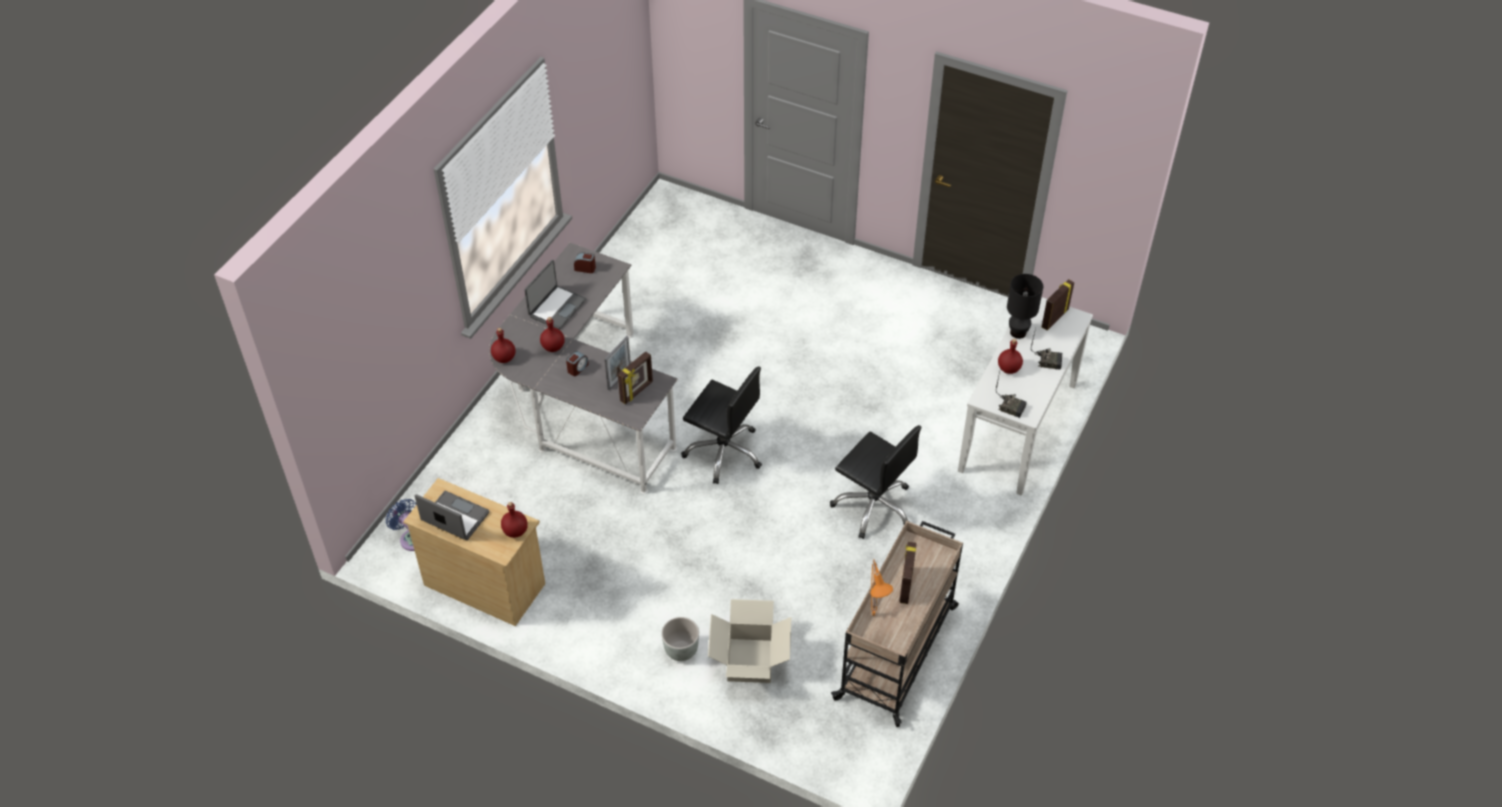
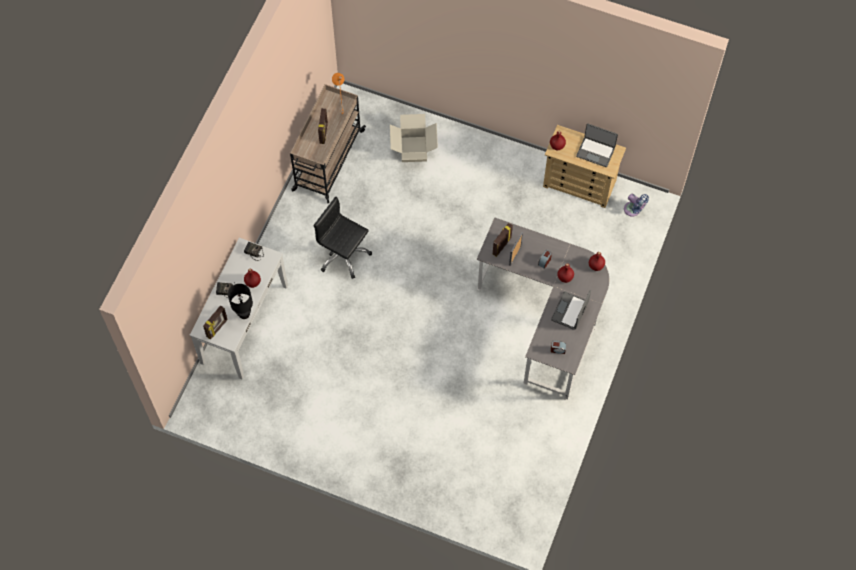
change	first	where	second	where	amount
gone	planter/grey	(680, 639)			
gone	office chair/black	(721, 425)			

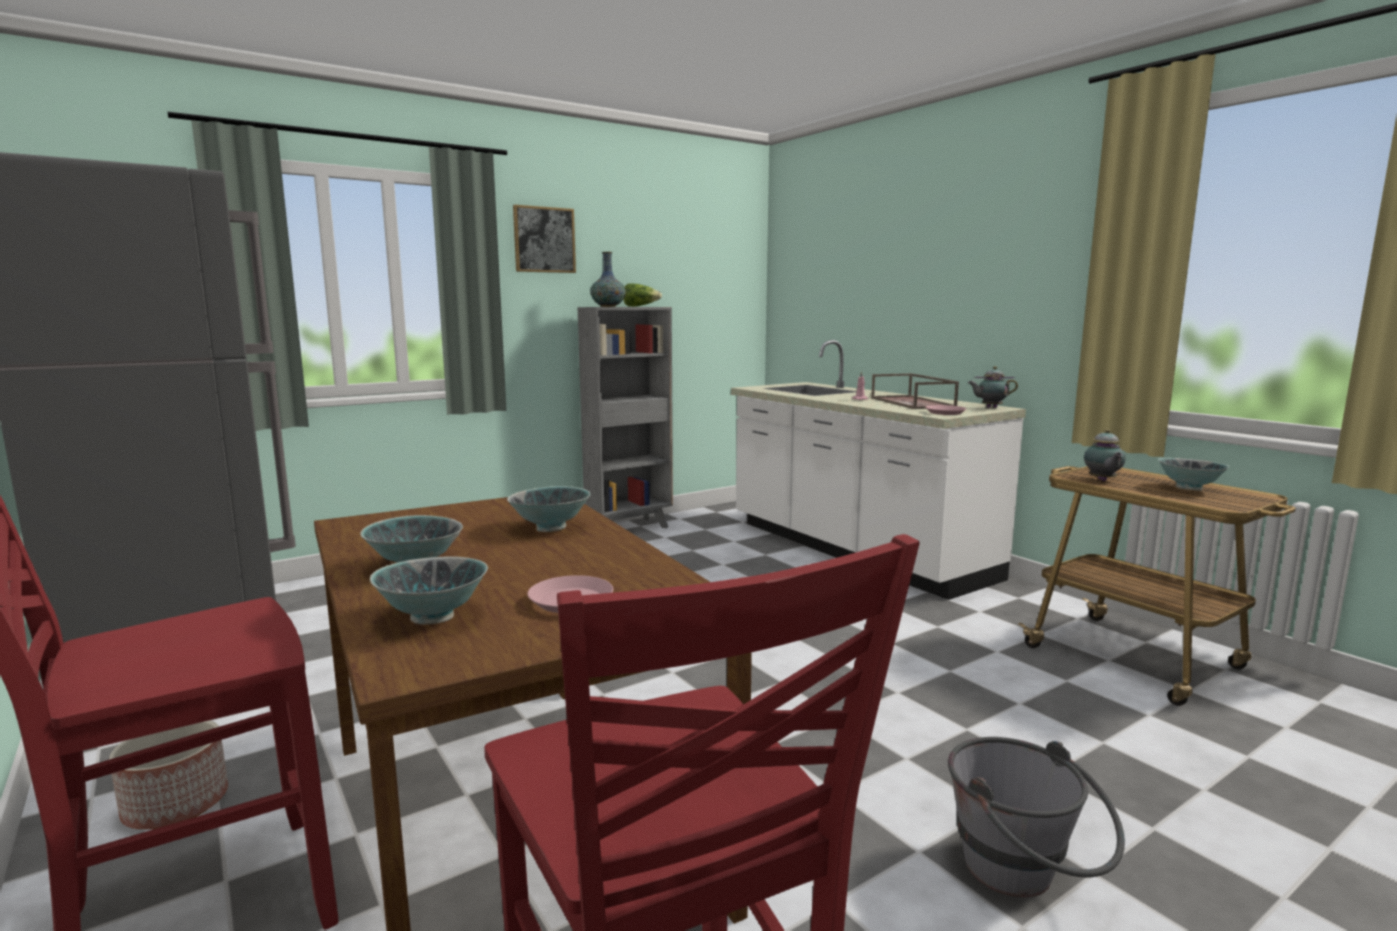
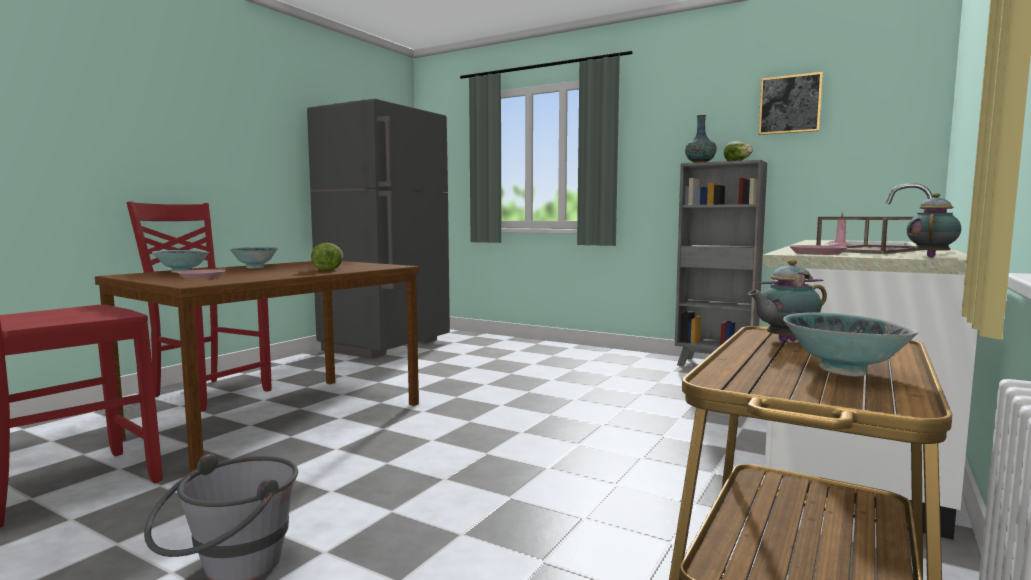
change	first	where	second	where	amount
swapped	bowl	(549, 509)	lettuce	(327, 257)	
shifted	picture	(544, 239)		(791, 103)	
rotated	teapot	(993, 387)		(934, 225)	60 degrees clockwise
gone	planter	(168, 774)			

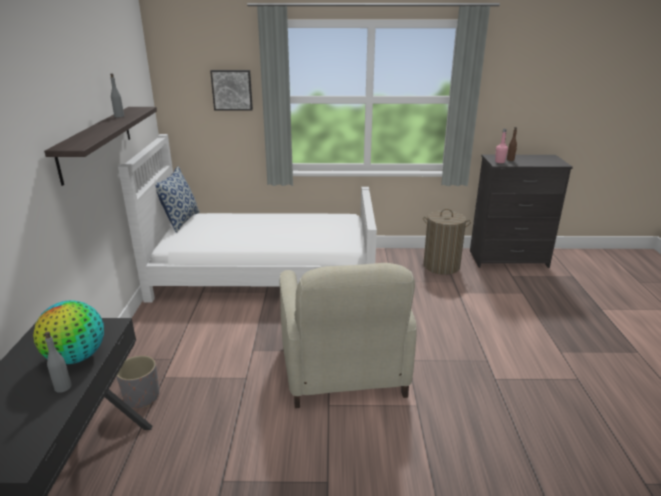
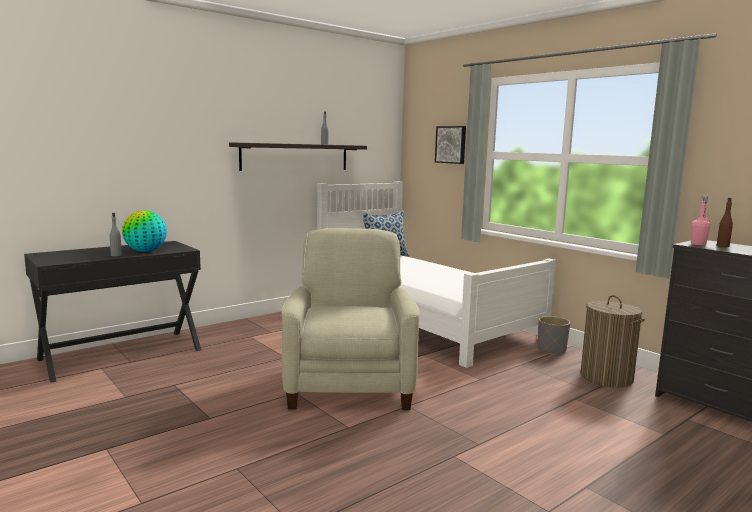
change	first	where	second	where	amount
rotated	armchair/beige	(348, 335)		(350, 319)	135 degrees clockwise
shifted	planter/grey	(137, 381)		(554, 335)	

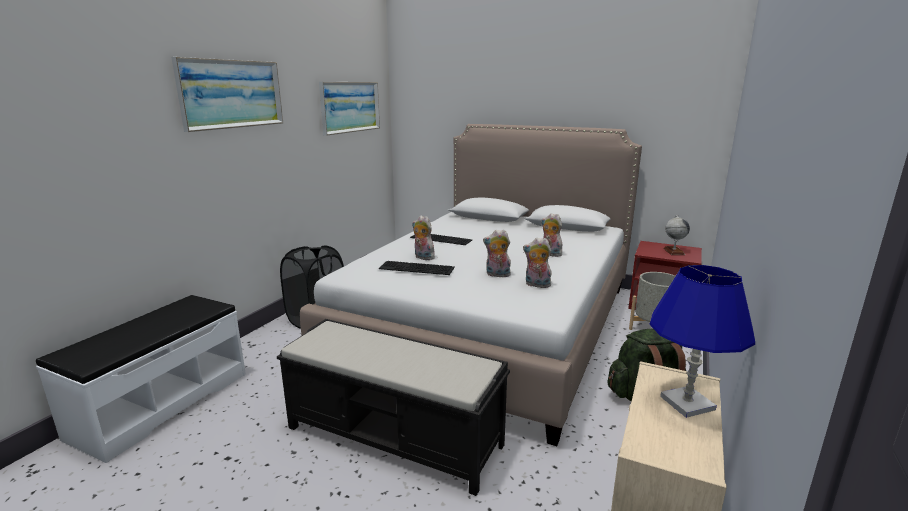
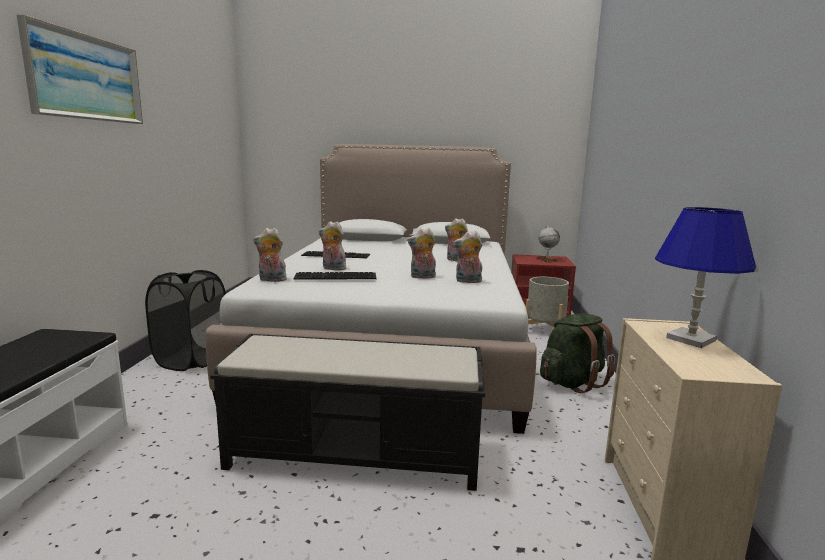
change	first	where	second	where	amount
new			plush toy	(270, 255)	
gone	picture	(349, 109)			

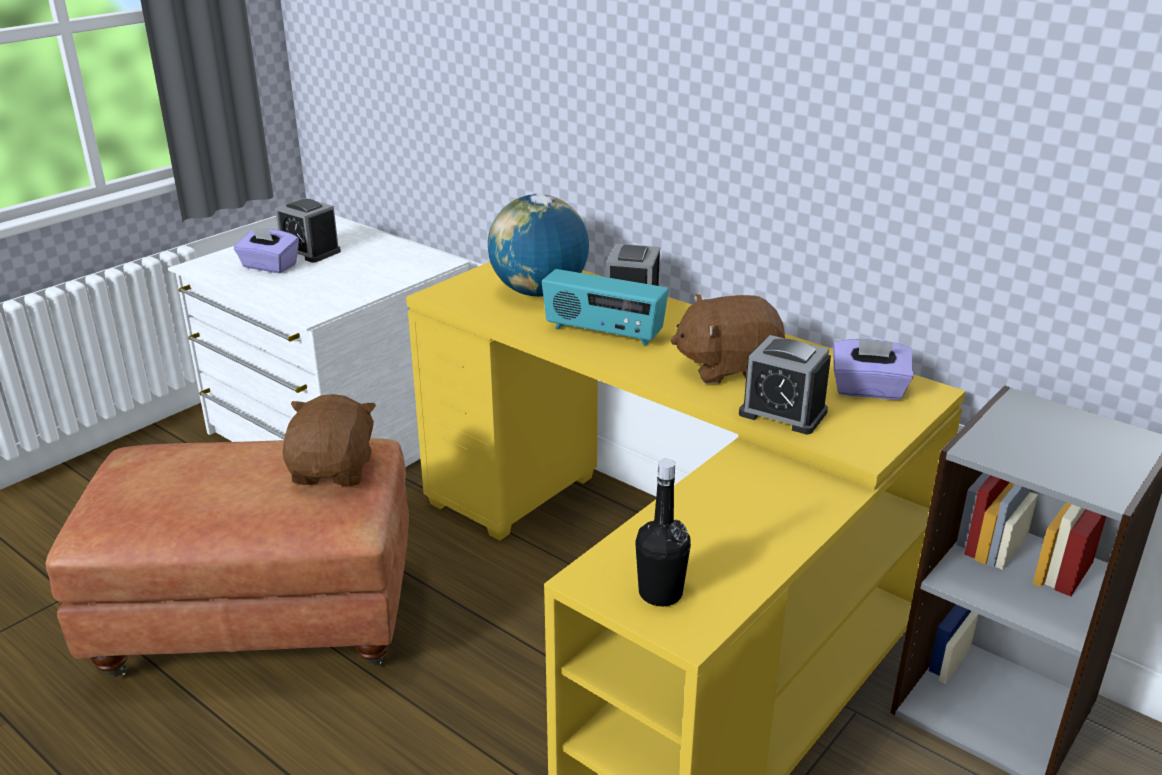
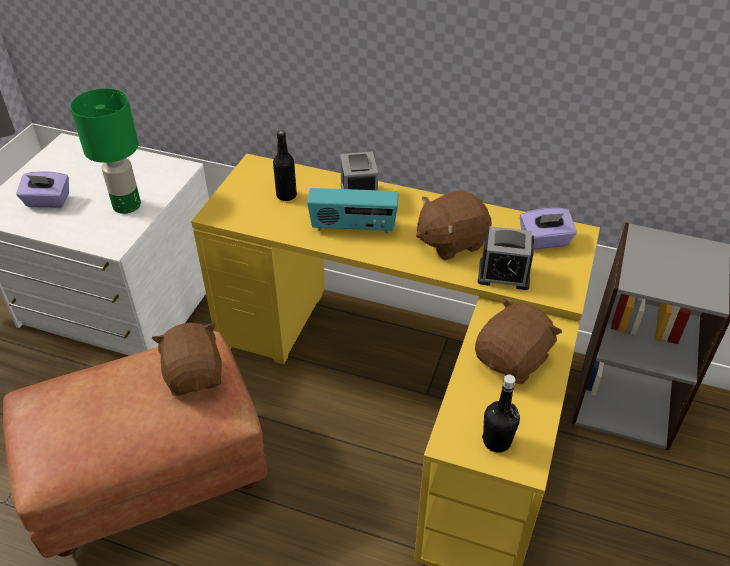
change	first	where	second	where	amount
new			table lamp/green	(105, 151)	
swapped	globe	(538, 245)	bottle/black	(285, 165)	
new			plush toy/brown	(518, 340)	
gone	alarm clock	(308, 230)			

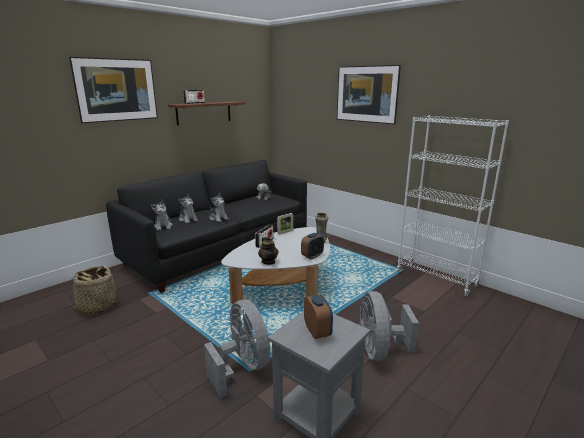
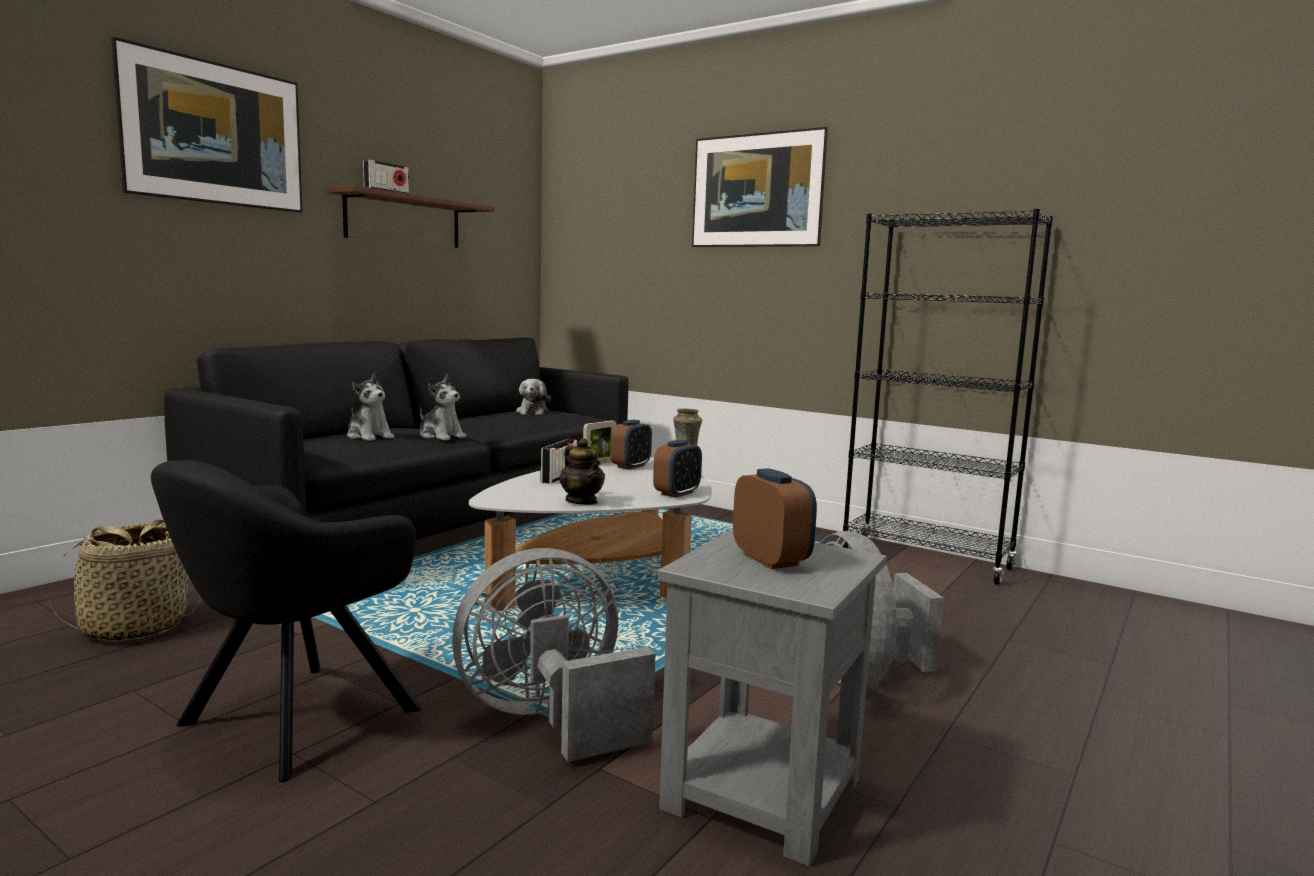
change	first	where	second	where	amount
new			armchair/black	(286, 621)	
rotated	fan/grey	(237, 349)		(553, 655)	75 degrees counterclockwise
new			alarm clock	(631, 445)	
repainted	bookcase/white	(453, 206)	bookcase/black	(948, 397)	
gone	plush toy	(162, 215)			

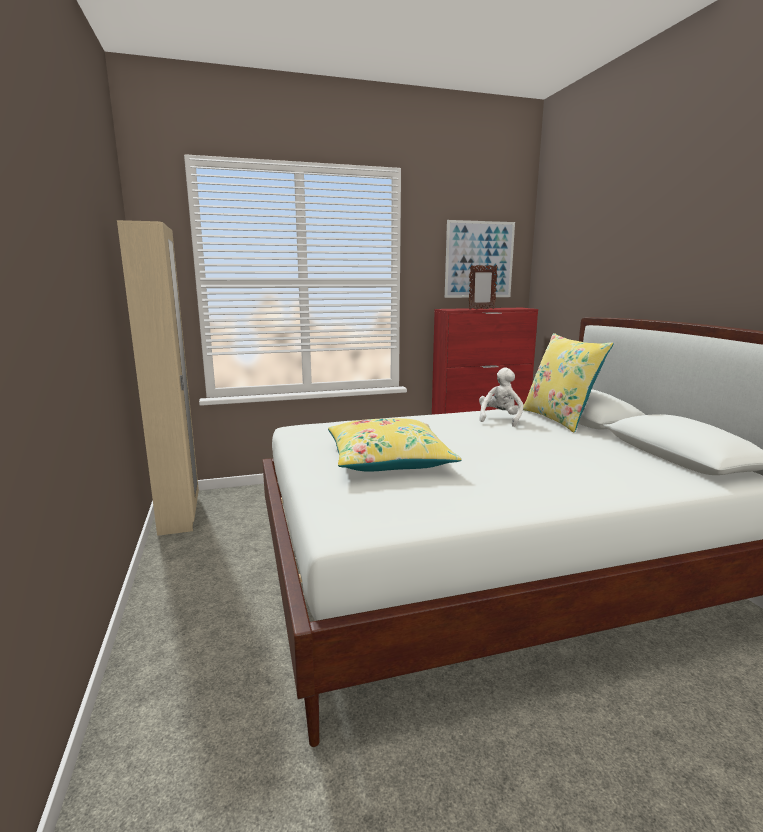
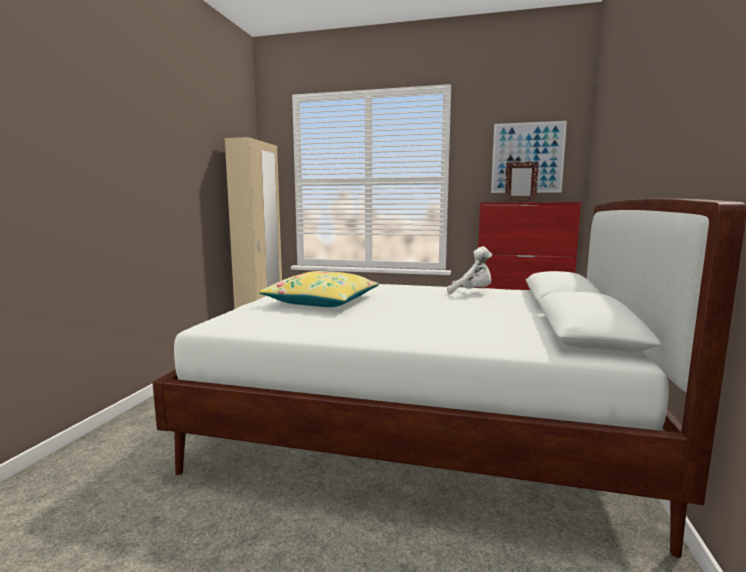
change	first	where	second	where	amount
rotated	plush toy/white	(501, 397)		(469, 270)	60 degrees clockwise
gone	pillow/yellow	(568, 383)			

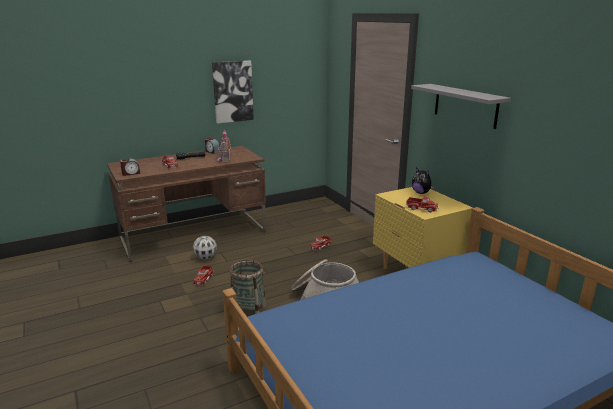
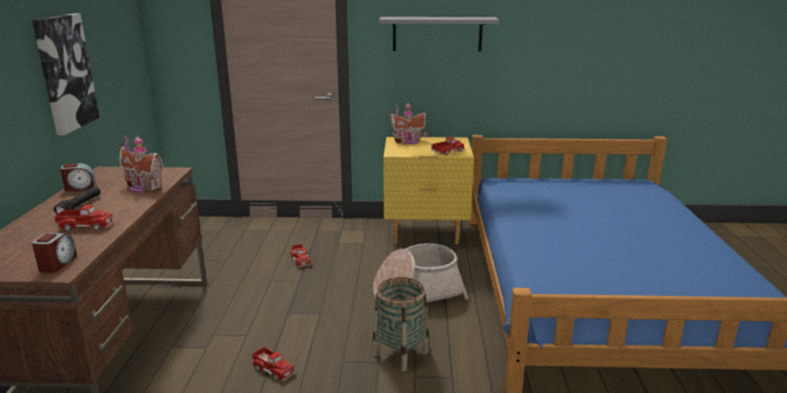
change	first	where	second	where	amount
swapped	plush toy	(423, 181)	toy house	(408, 124)	
gone	football	(205, 247)			

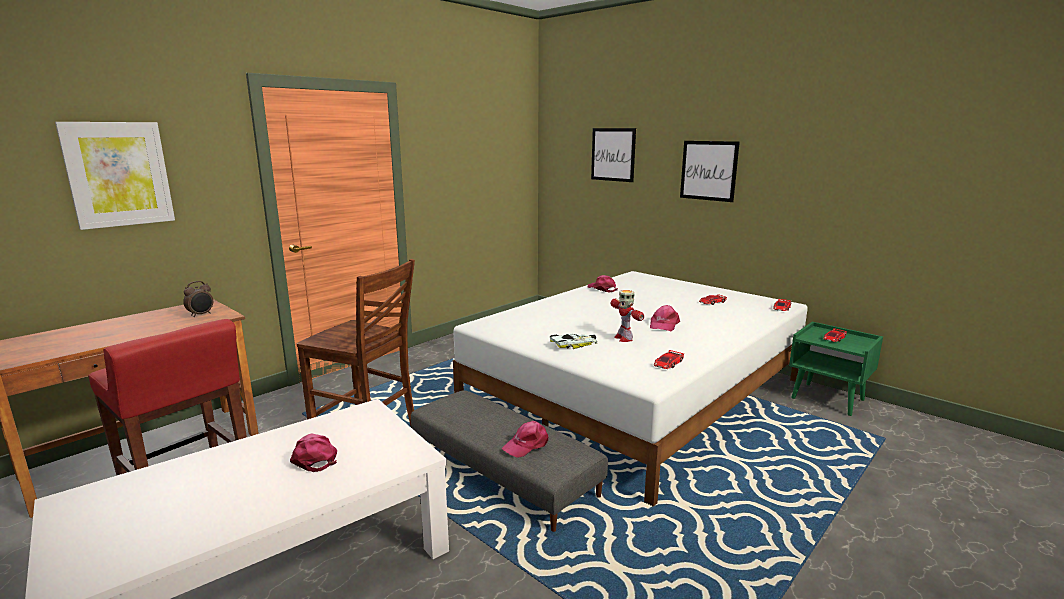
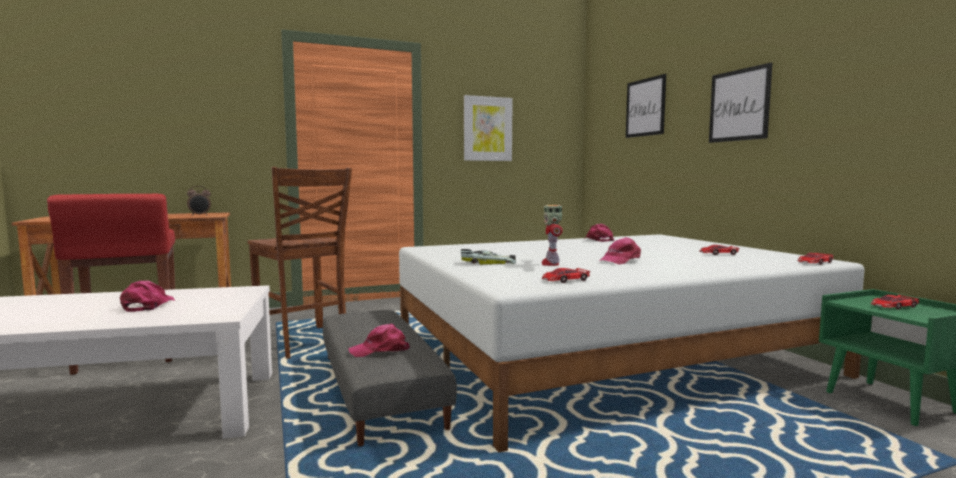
change	first	where	second	where	amount
shifted	picture	(115, 176)		(488, 128)	

